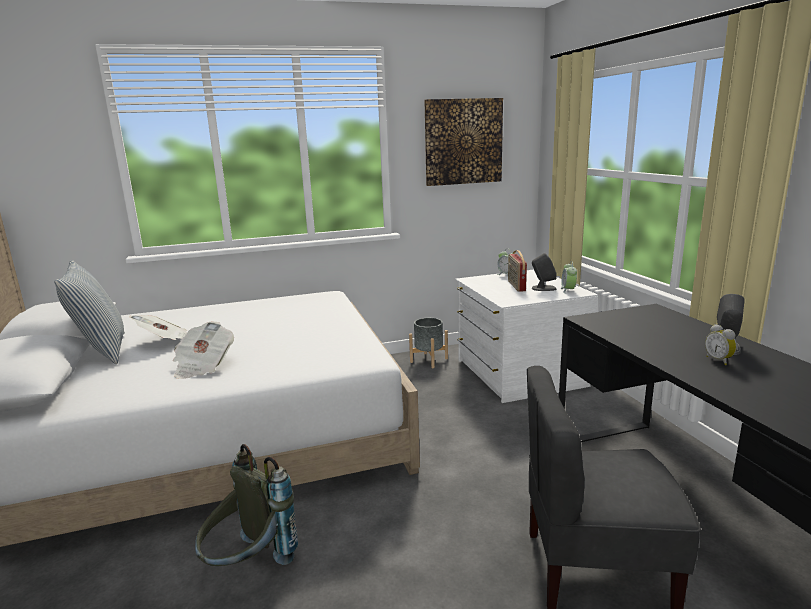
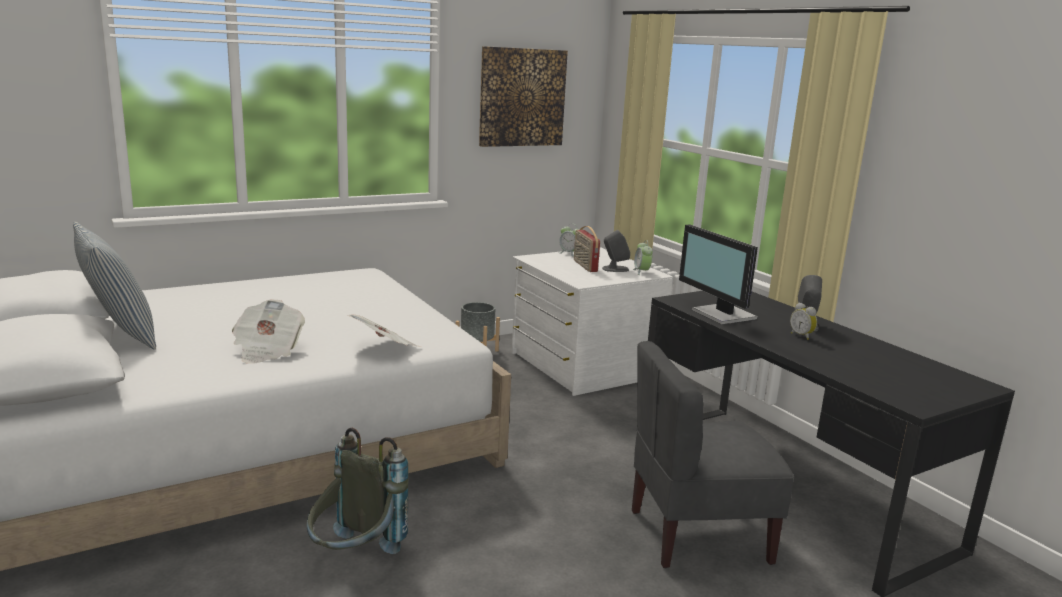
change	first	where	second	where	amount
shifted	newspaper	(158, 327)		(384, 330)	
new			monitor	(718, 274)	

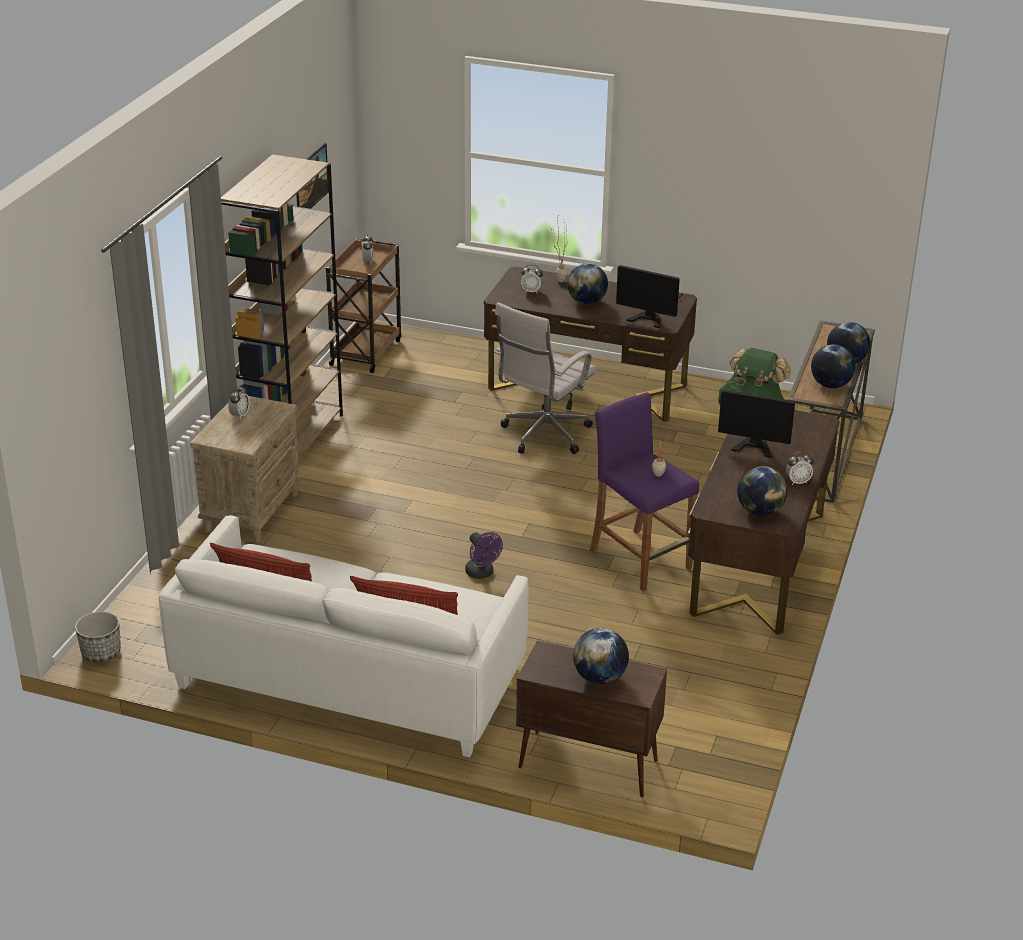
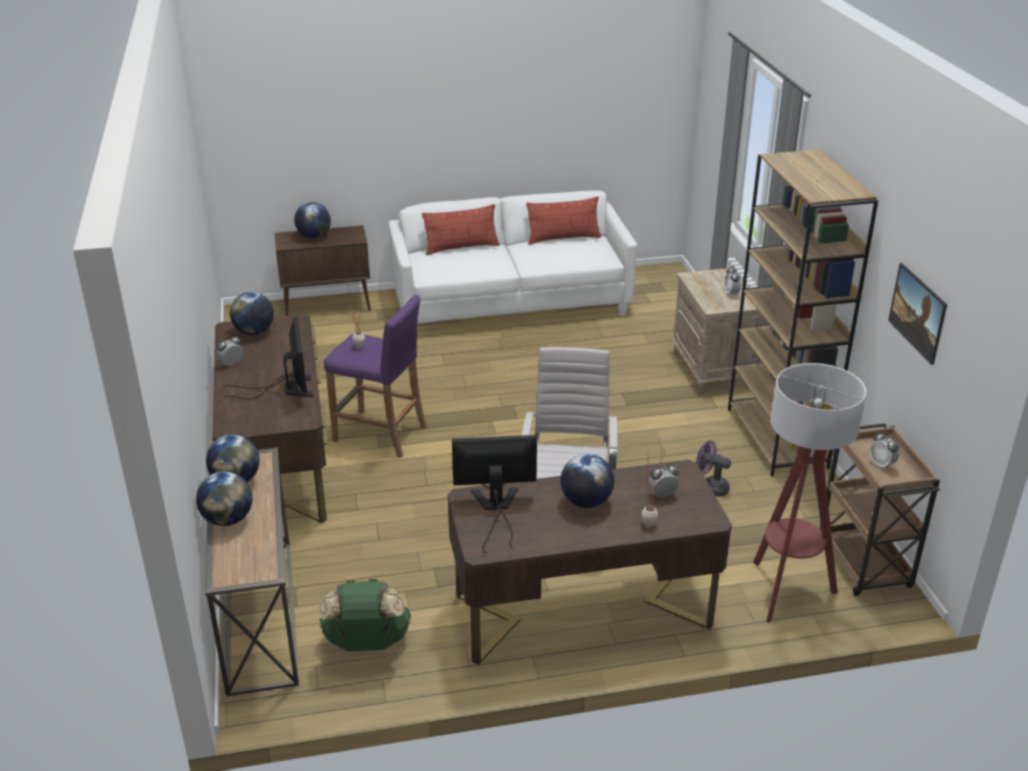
change	first	where	second	where	amount
rotated	monitor	(756, 424)		(268, 358)	90 degrees clockwise
shifted	fan/purple	(484, 555)		(713, 468)	
new			floor lamp	(810, 493)	
gone	planter	(98, 636)			

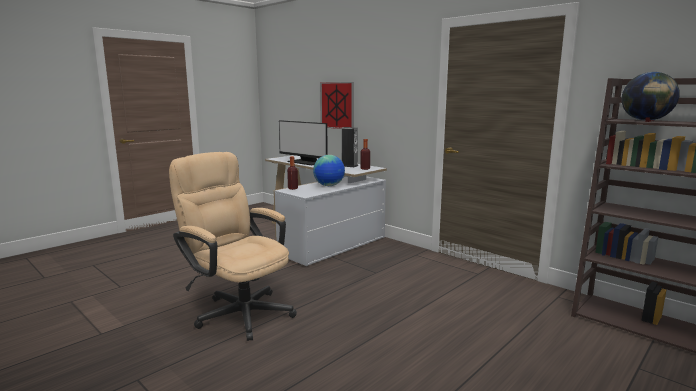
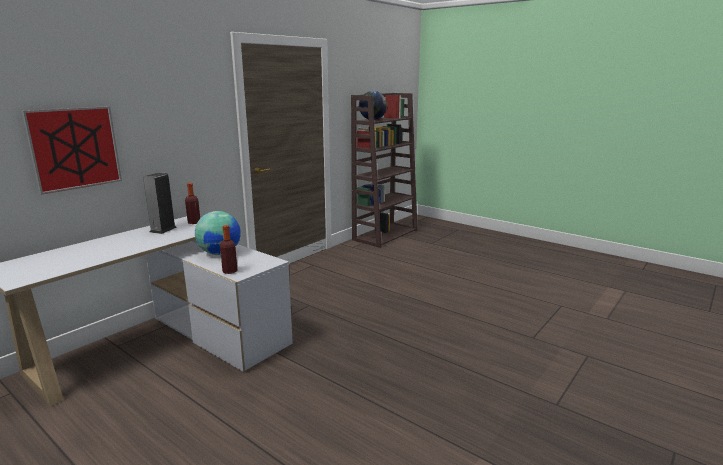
change	first	where	second	where	amount
gone	office chair/beige	(233, 246)			
gone	monitor	(303, 142)			

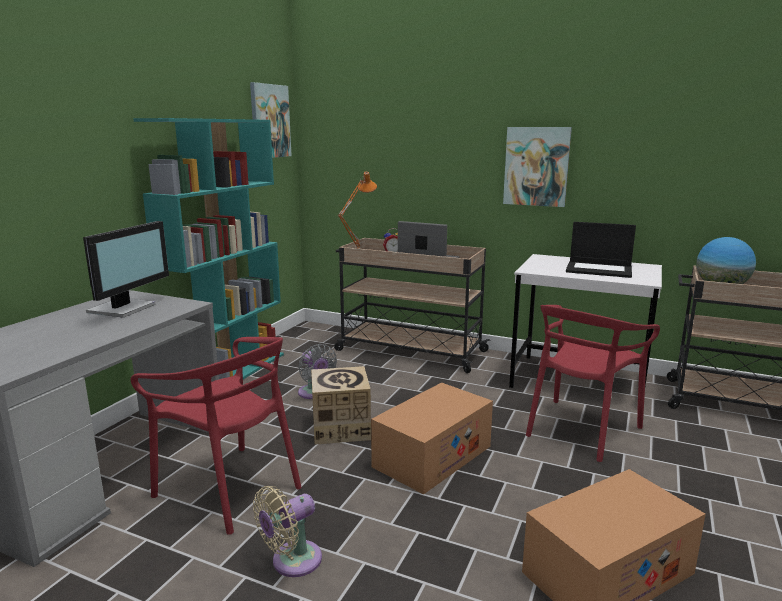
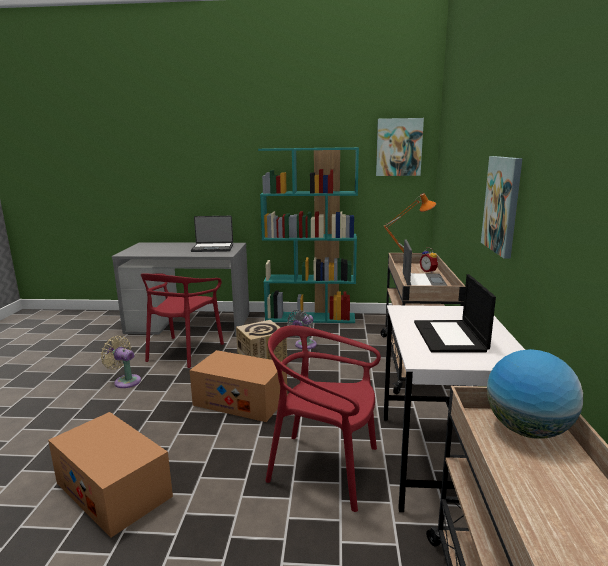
change	first	where	second	where	amount
swapped	monitor	(126, 269)	laptop	(212, 234)	

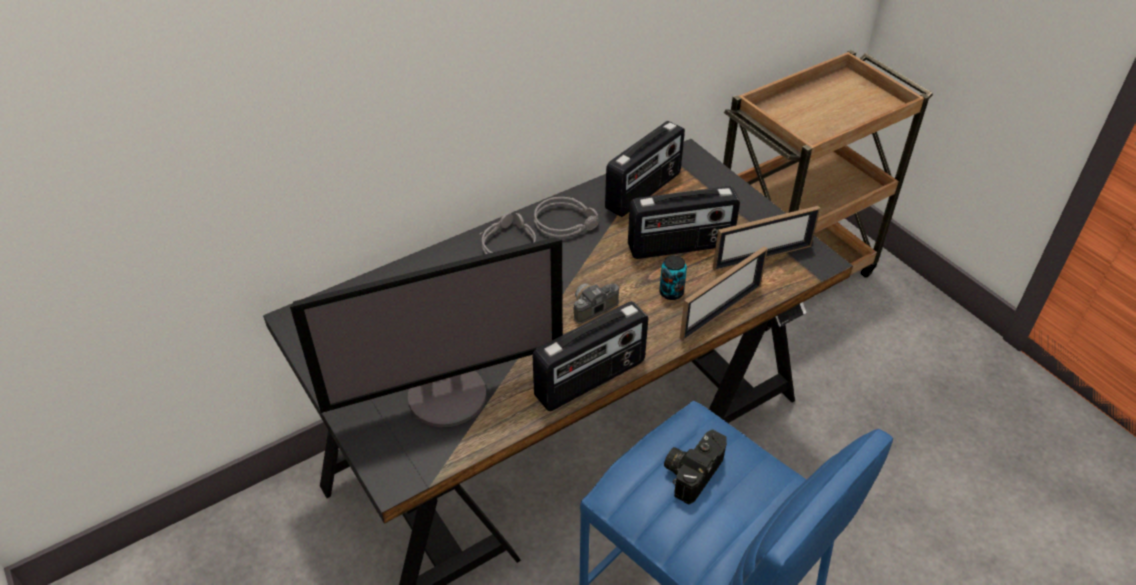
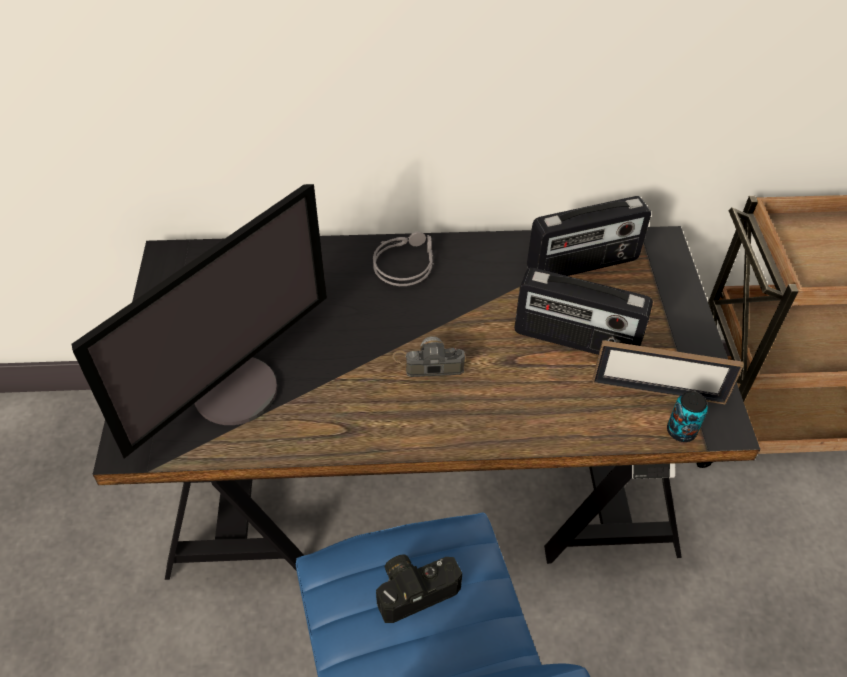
change	first	where	second	where	amount
rotated	monitor	(426, 332)		(199, 321)	60 degrees counterclockwise
shifted	can	(673, 277)		(687, 416)	
gone	radio	(590, 356)			
gone	headphones/grey	(566, 217)			
gone	picture frame	(724, 293)			

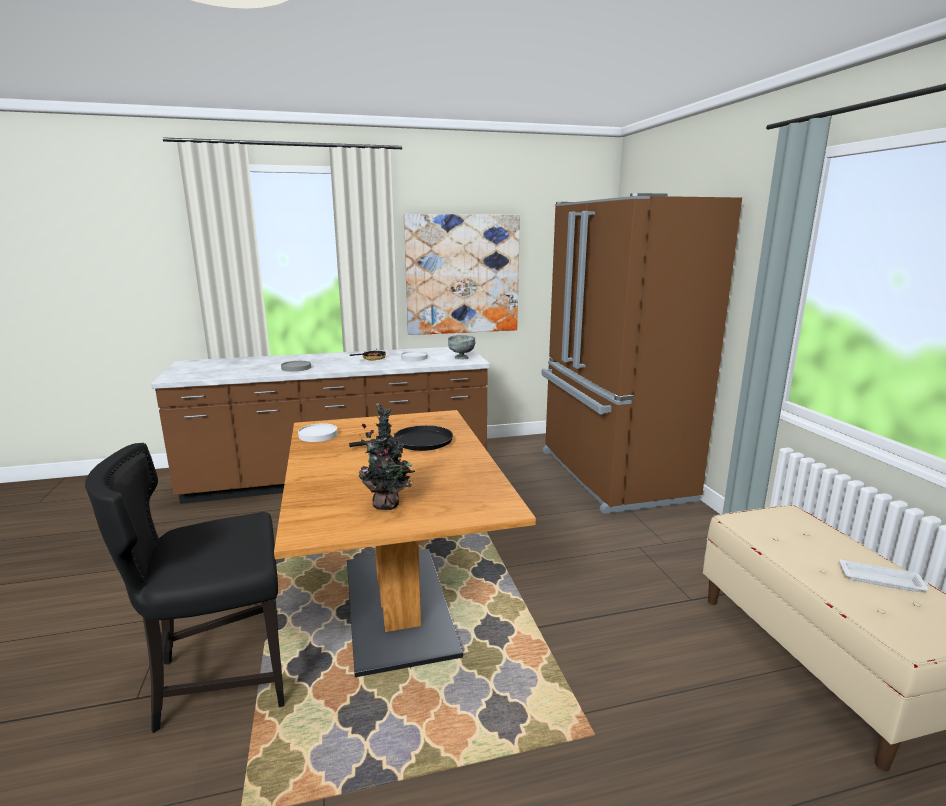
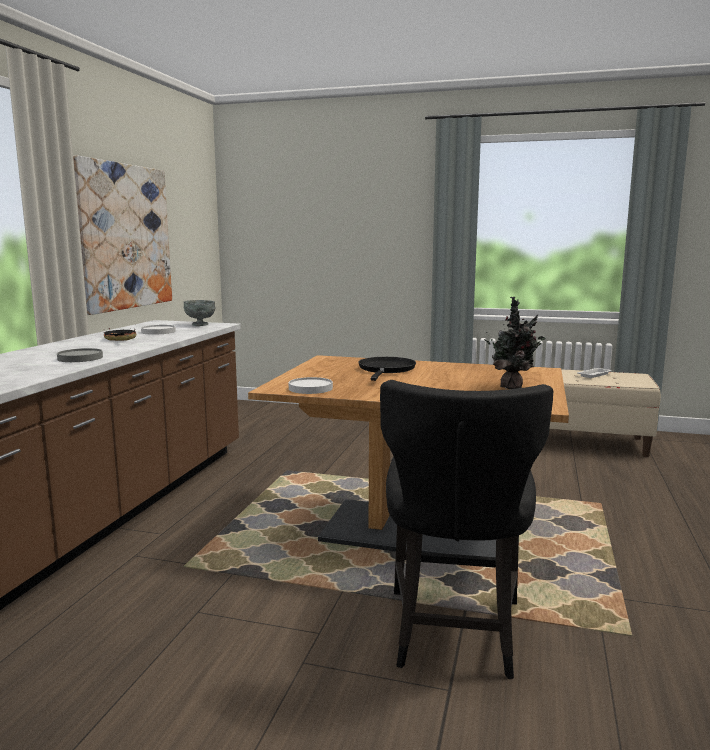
change	first	where	second	where	amount
gone	fridge/brown	(641, 353)			

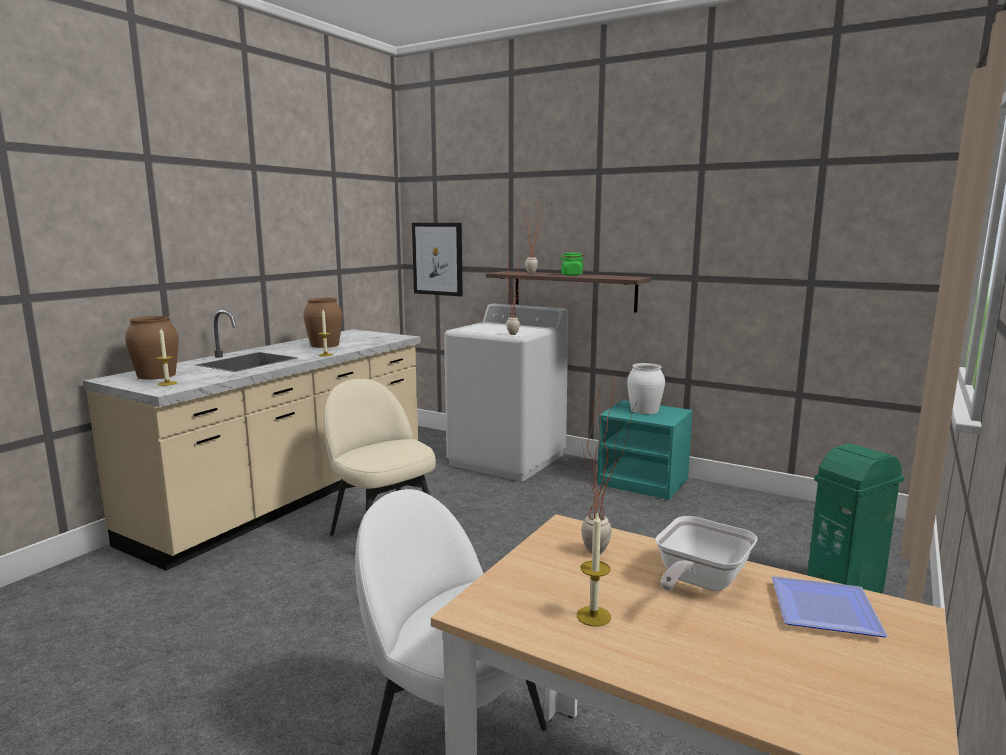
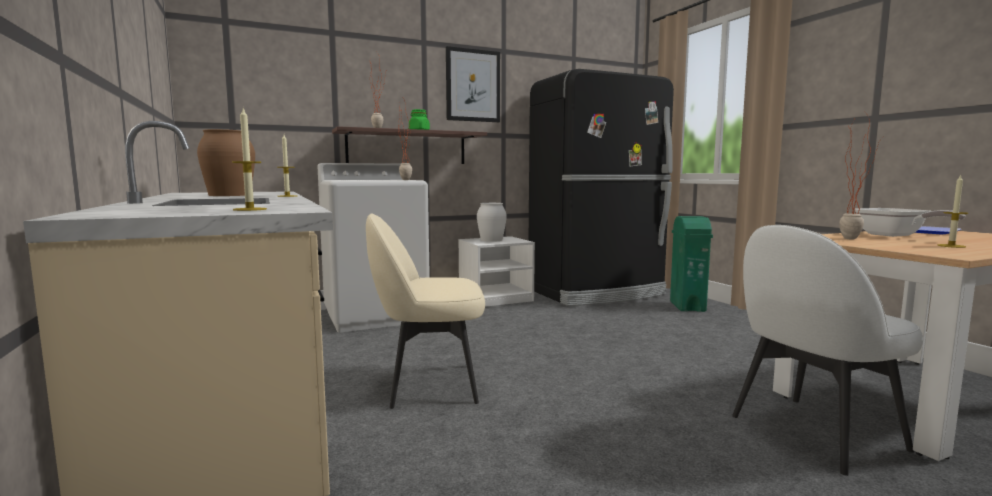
change	first	where	second	where	amount
shifted	picture	(437, 259)		(473, 84)	
repainted	nightstand/turquoise	(645, 450)	nightstand/white	(496, 271)	
new			fridge/black	(601, 187)	
gone	vase/brown	(152, 348)			

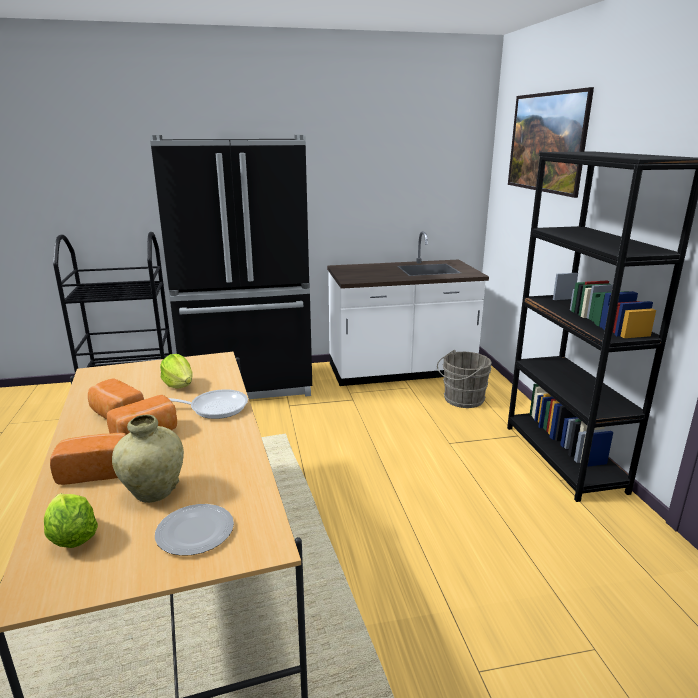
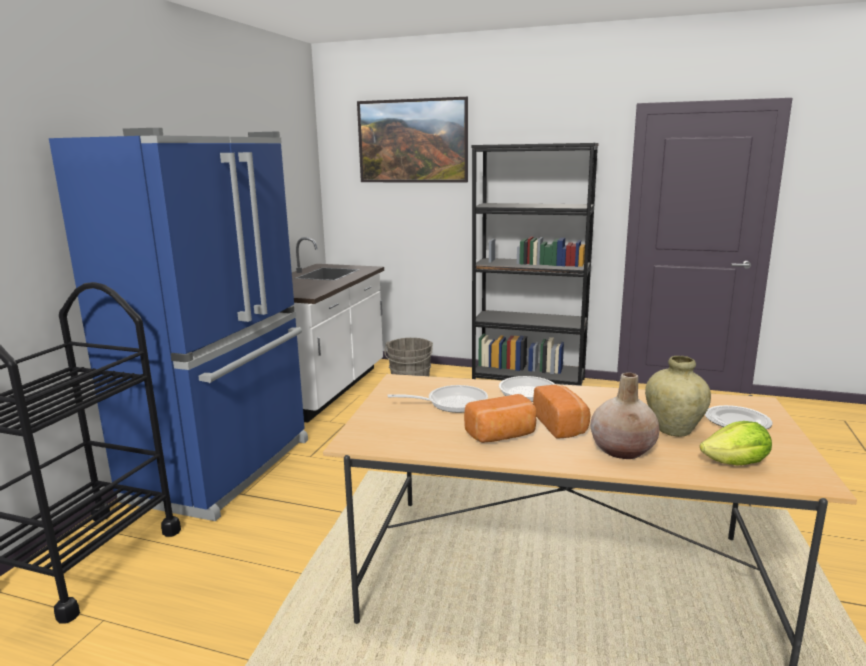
change	first	where	second	where	amount
repainted	fridge/black	(231, 267)	fridge/blue	(178, 324)	
swapped	lettuce	(176, 371)	frying pan	(438, 399)	
swapped	bread	(88, 459)	vase/beige	(625, 415)	

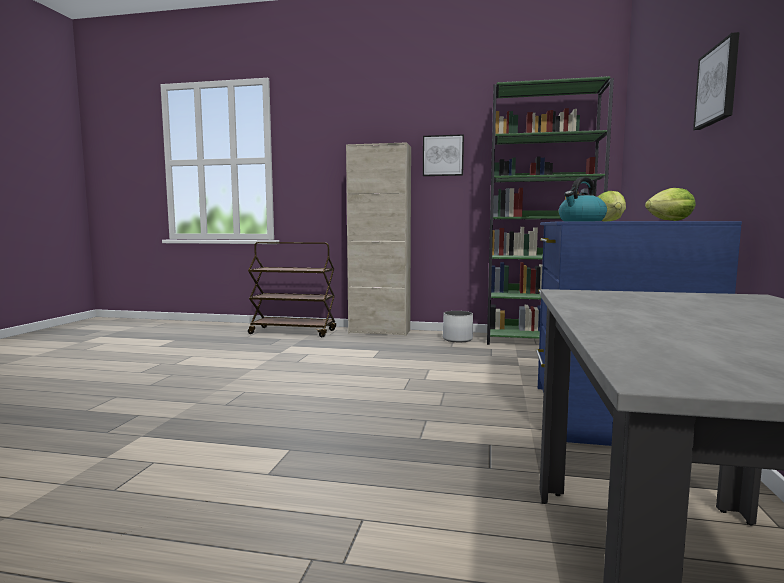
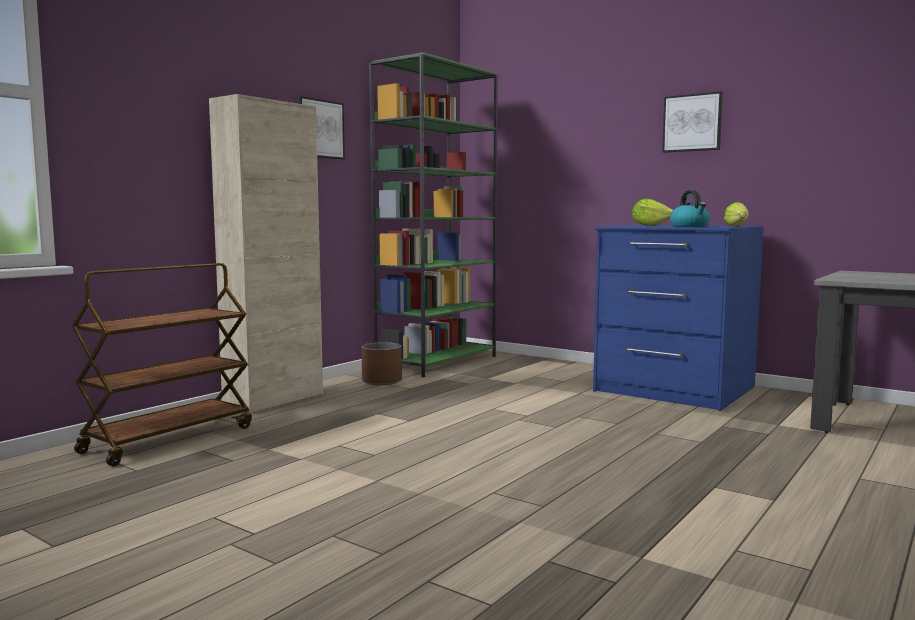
change	first	where	second	where	amount
repainted	planter/white	(458, 326)	planter/brown	(382, 364)	

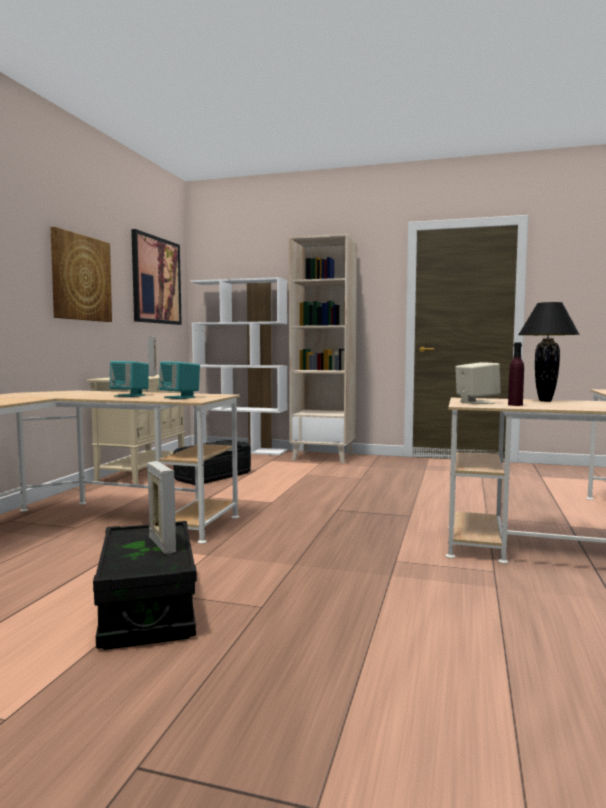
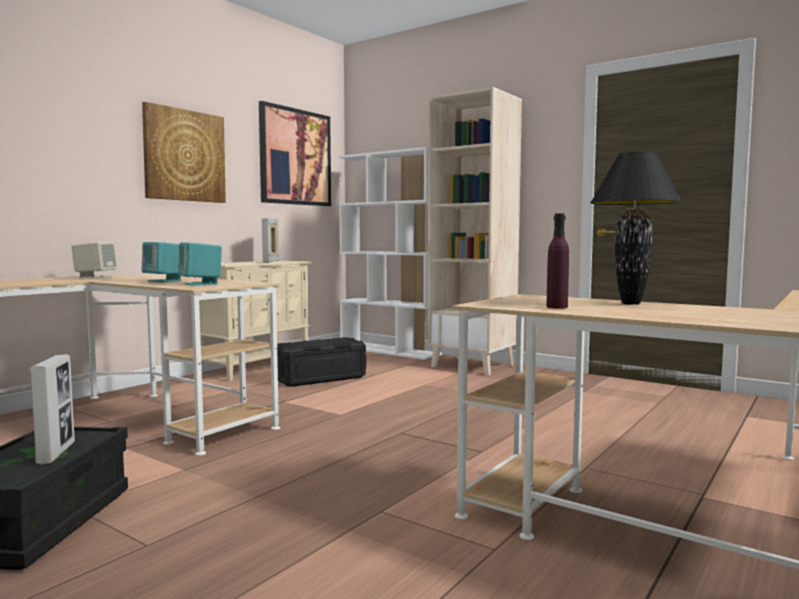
change	first	where	second	where	amount
shifted	speaker/beige	(478, 383)		(94, 260)	

